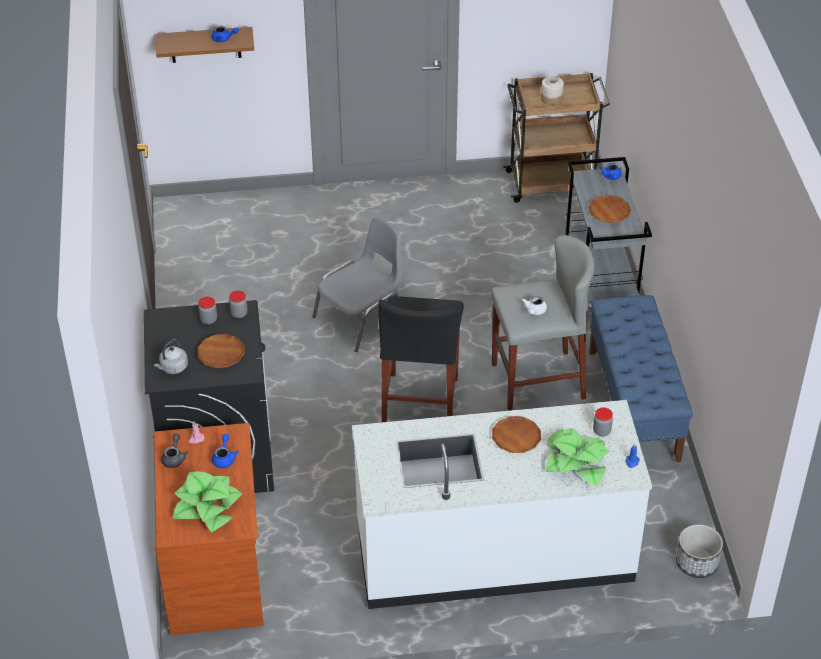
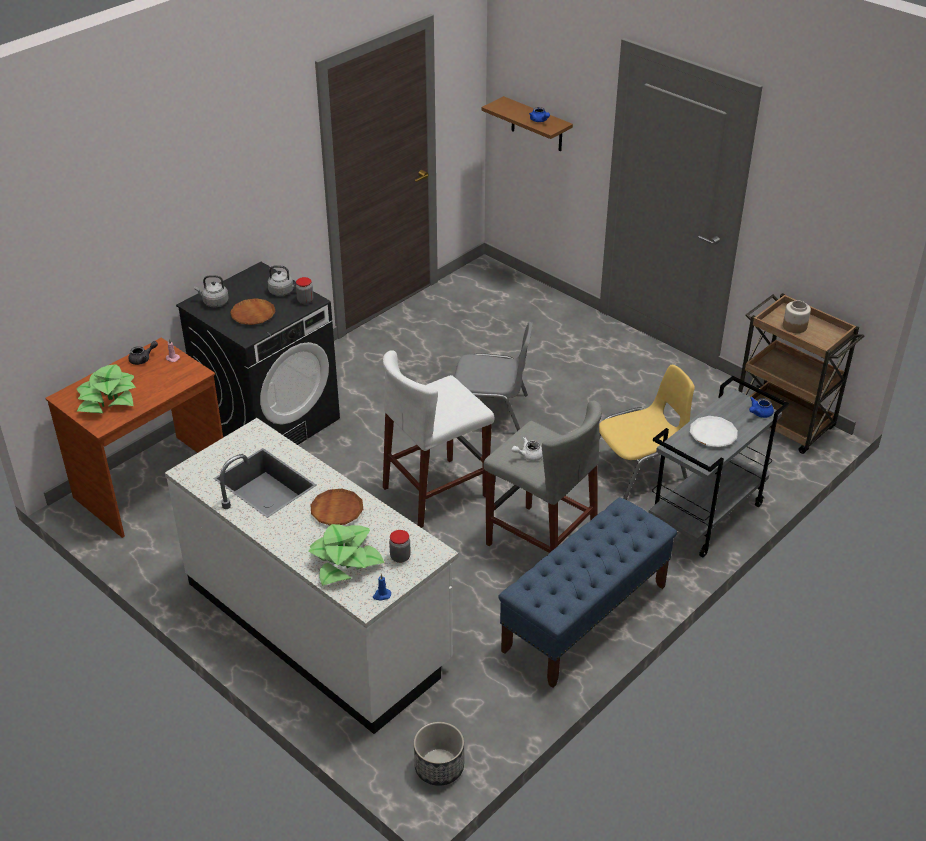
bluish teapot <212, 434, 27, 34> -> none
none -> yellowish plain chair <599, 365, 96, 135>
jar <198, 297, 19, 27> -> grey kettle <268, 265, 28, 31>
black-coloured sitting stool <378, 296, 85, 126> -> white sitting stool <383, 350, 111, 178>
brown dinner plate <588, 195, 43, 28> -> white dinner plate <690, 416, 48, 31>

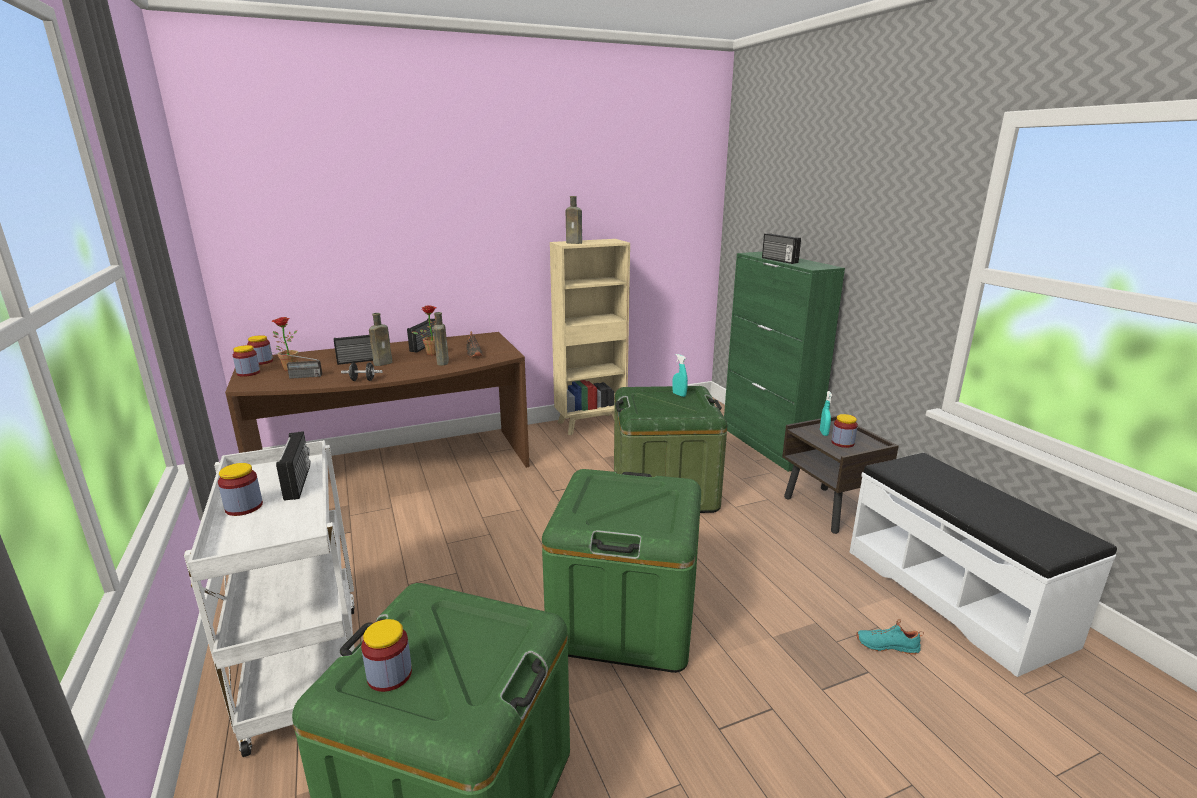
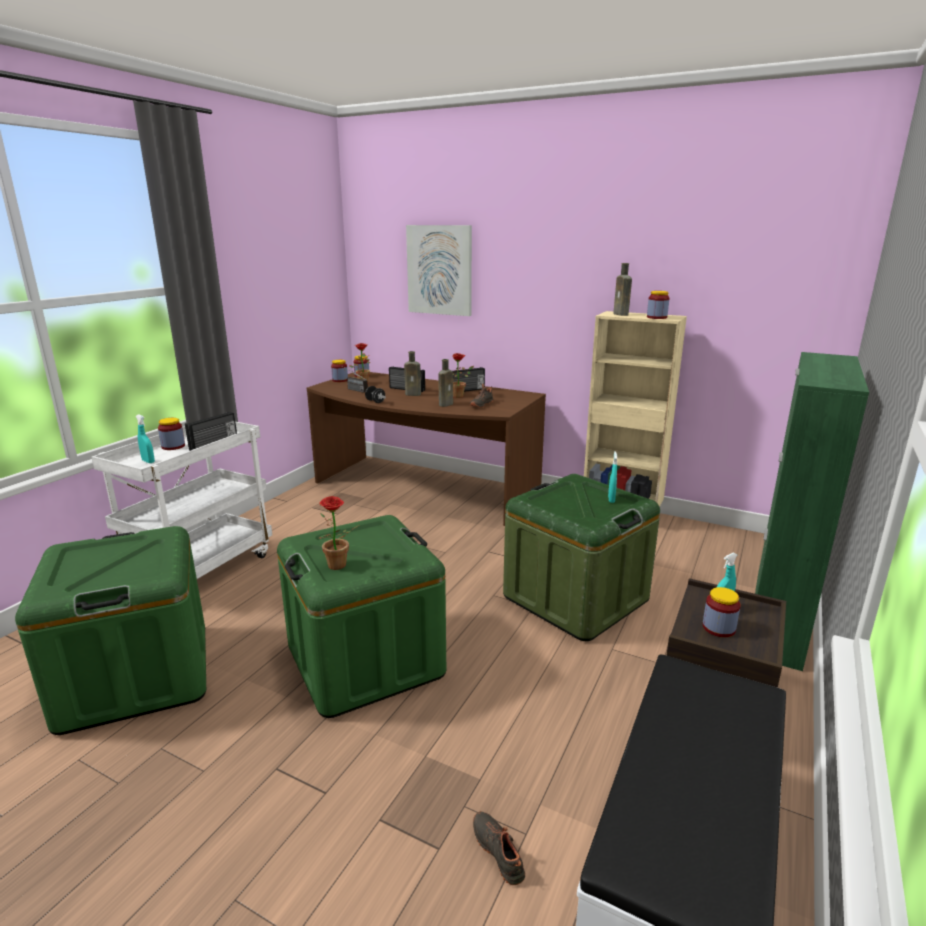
radio receiver <762, 234, 39, 30> -> none
none -> turquoise spray bottle <136, 414, 19, 49>
none -> houseplant <319, 496, 40, 74>
none -> wall art <406, 225, 66, 91>
jar <361, 619, 51, 73> -> jar <647, 291, 22, 28>, move
turquoise item of footwear <856, 619, 68, 36> -> black-coloured item of footwear <473, 811, 52, 74>

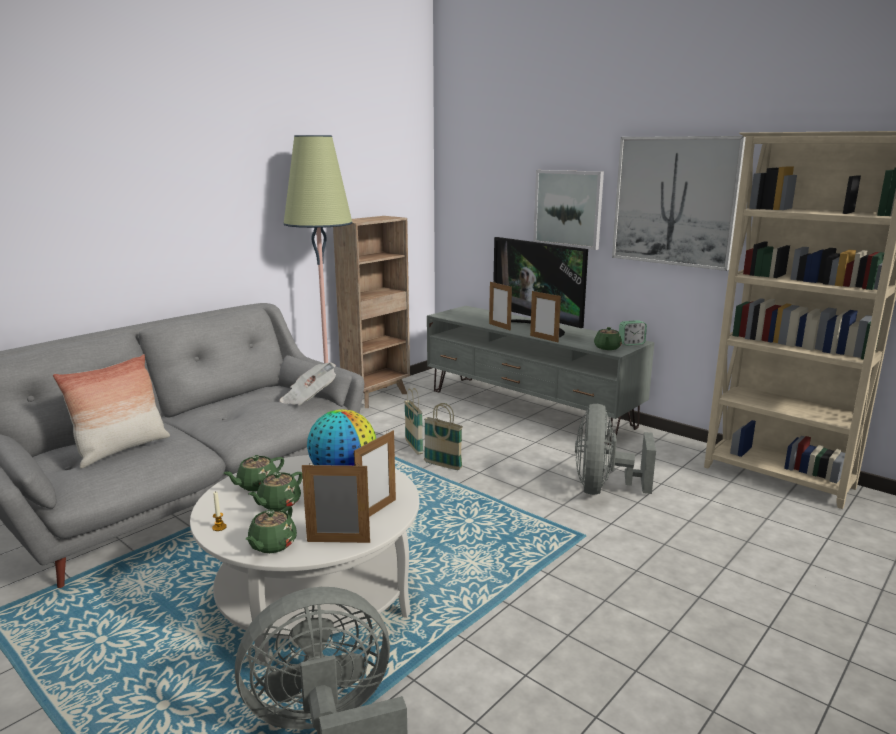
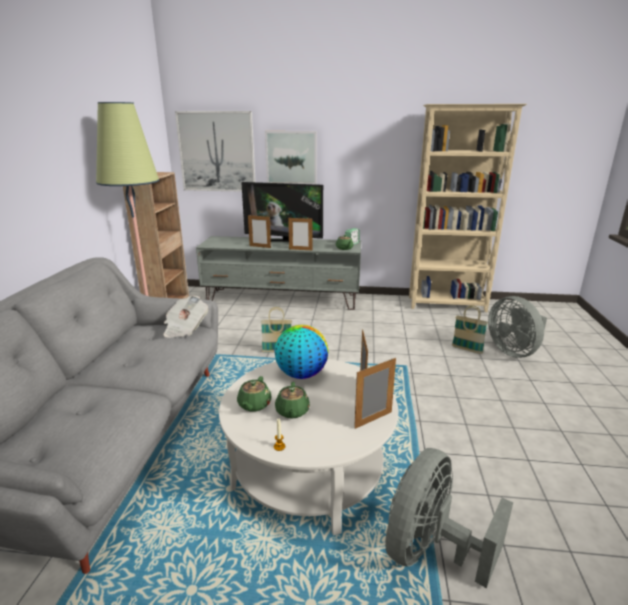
pillow <53, 354, 117, 114> -> none
green teapot <246, 506, 51, 47> -> none
storage basket <404, 388, 19, 66> -> storage basket <452, 305, 36, 49>, move
grey cooling fan <575, 404, 81, 91> -> grey cooling fan <488, 296, 59, 62>, move
wall art <612, 136, 134, 135> -> wall art <175, 111, 81, 81>, move

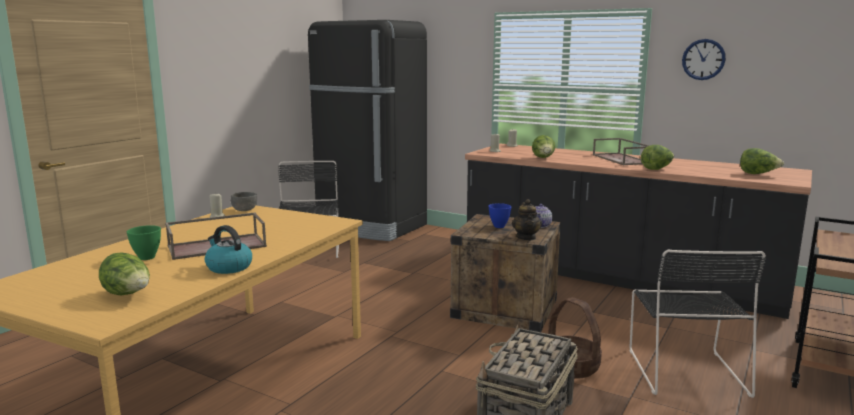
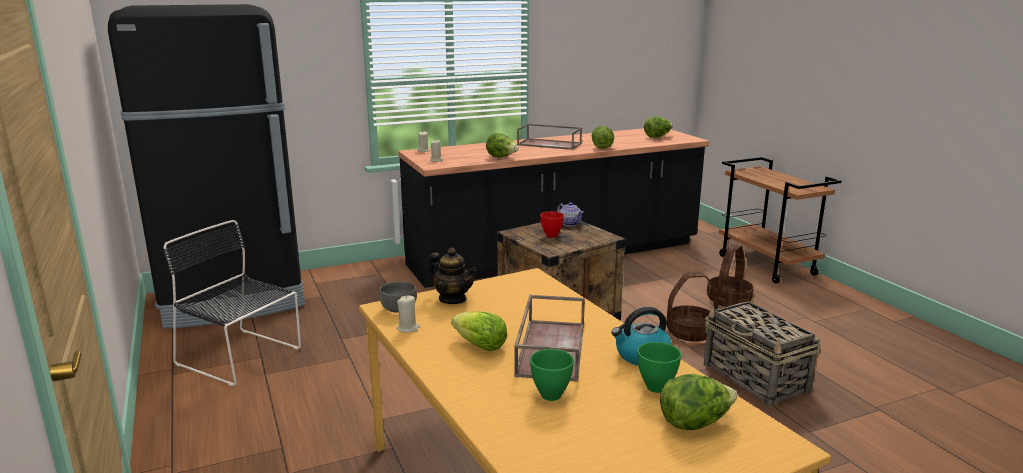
hanging clock <682, 39, 44, 41> -> none
none -> lettuce <451, 311, 56, 40>
none -> green deep dish <637, 342, 45, 51>
teapot <512, 199, 30, 41> -> teapot <428, 248, 49, 56>, move
black-coloured plain chair <630, 250, 136, 148> -> storage basket <707, 244, 47, 63>
bluish deep dish <489, 203, 22, 25> -> reddish deep dish <540, 211, 24, 27>

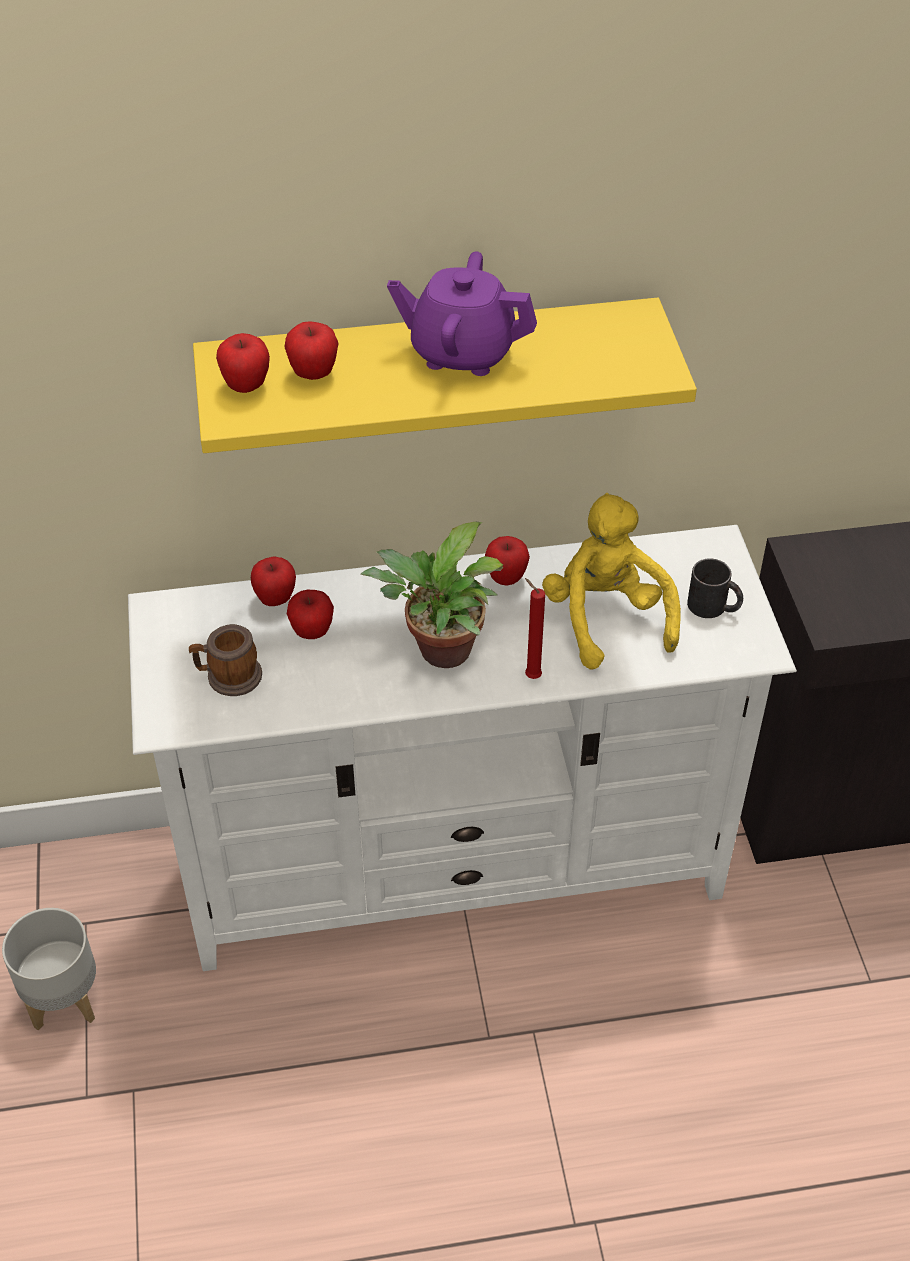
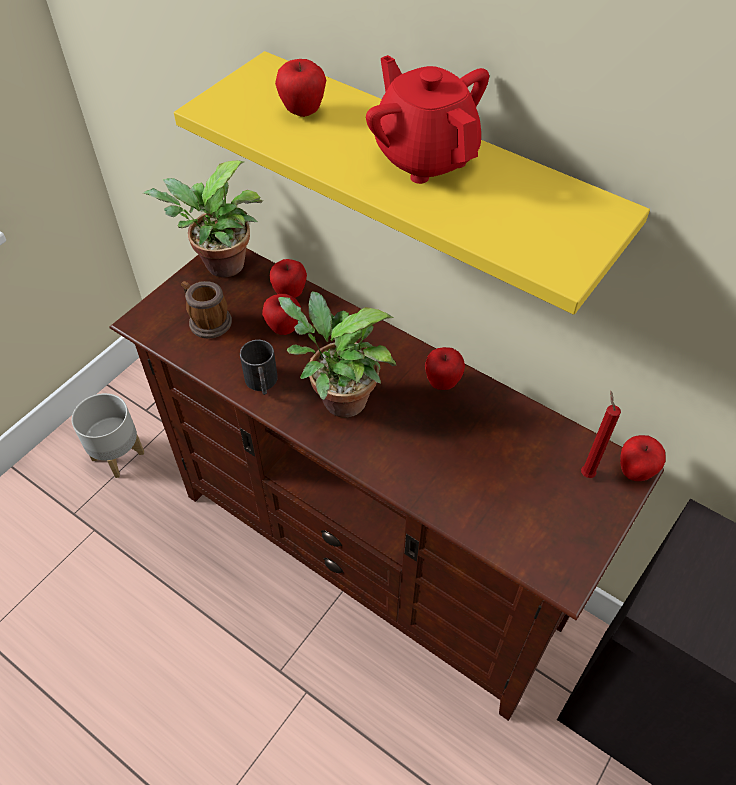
yellowish plush toy <542, 493, 139, 177> -> none
none -> houseplant <143, 160, 120, 118>
apple <216, 333, 54, 60> -> apple <620, 435, 45, 46>, move
reddish candle <525, 578, 20, 101> -> reddish candle <581, 391, 40, 87>, move
black-coloured mug <687, 558, 56, 60> -> black-coloured mug <240, 340, 38, 55>, move
white media console <128, 525, 669, 446> -> brown media console <109, 248, 555, 473>
purple teapot <387, 252, 150, 124> -> reddish teapot <366, 55, 123, 129>

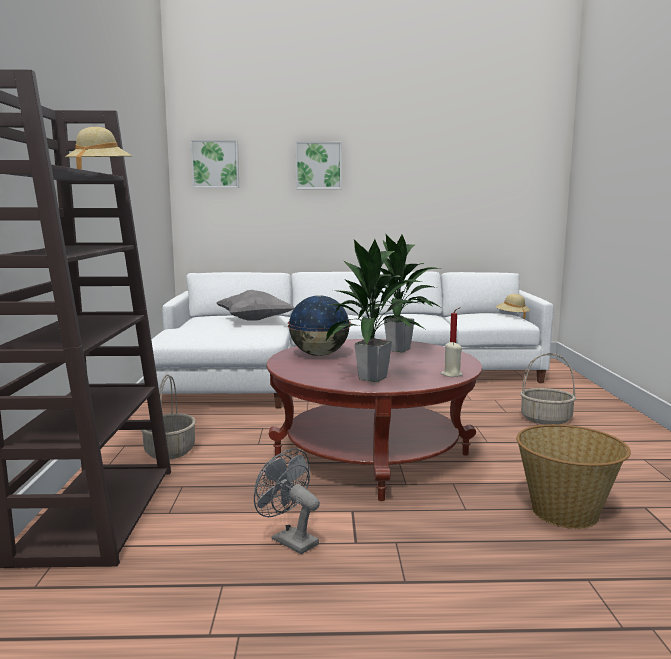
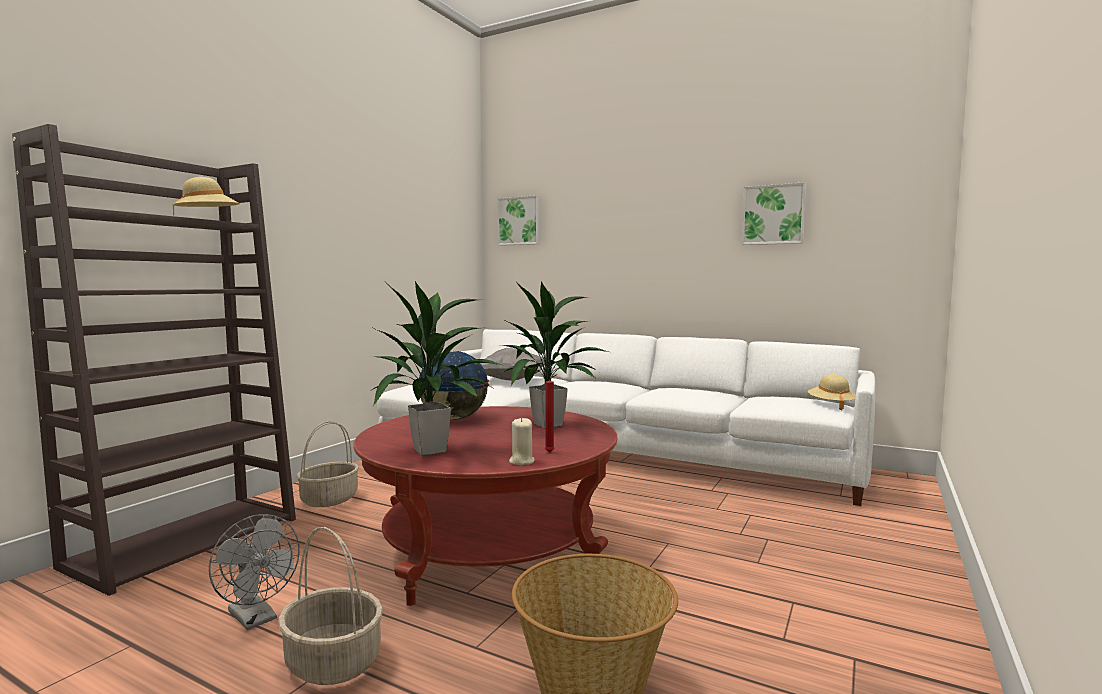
wall art <295, 141, 47, 48> -> wall art <742, 182, 64, 63>, move
storage basket <520, 353, 56, 72> -> storage basket <278, 527, 105, 158>, move
grey cooling fan <254, 449, 66, 105> -> grey cooling fan <209, 514, 91, 116>, 150 degrees clockwise

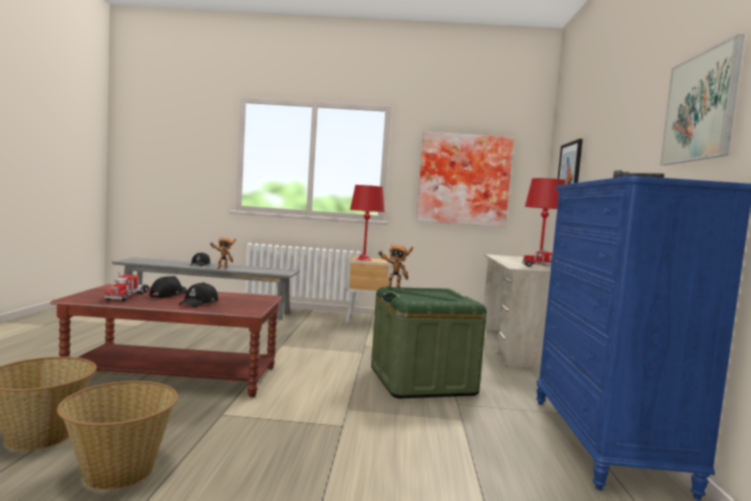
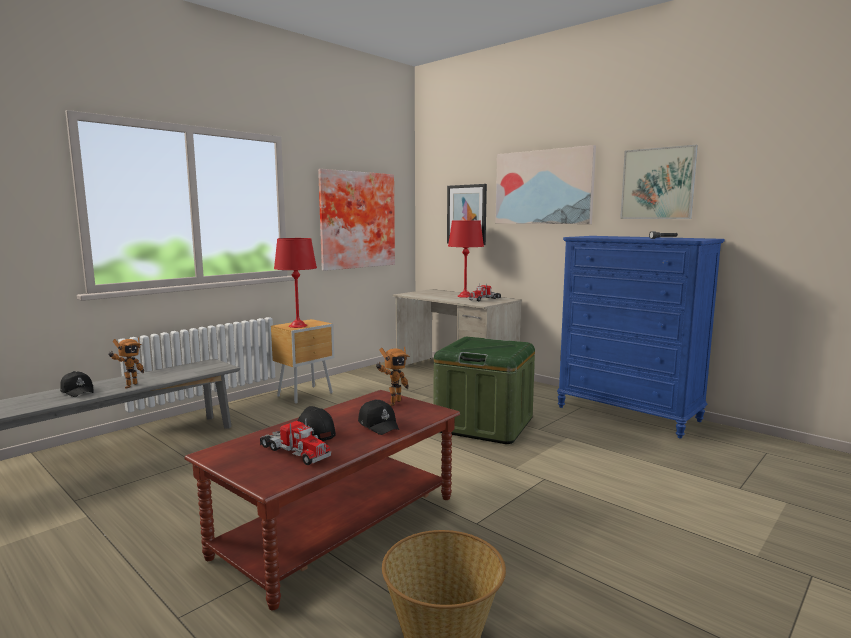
storage basket <57, 381, 121, 109> -> none
none -> wall art <495, 145, 101, 79>
model robot <379, 243, 34, 45> -> model robot <376, 347, 34, 59>, move

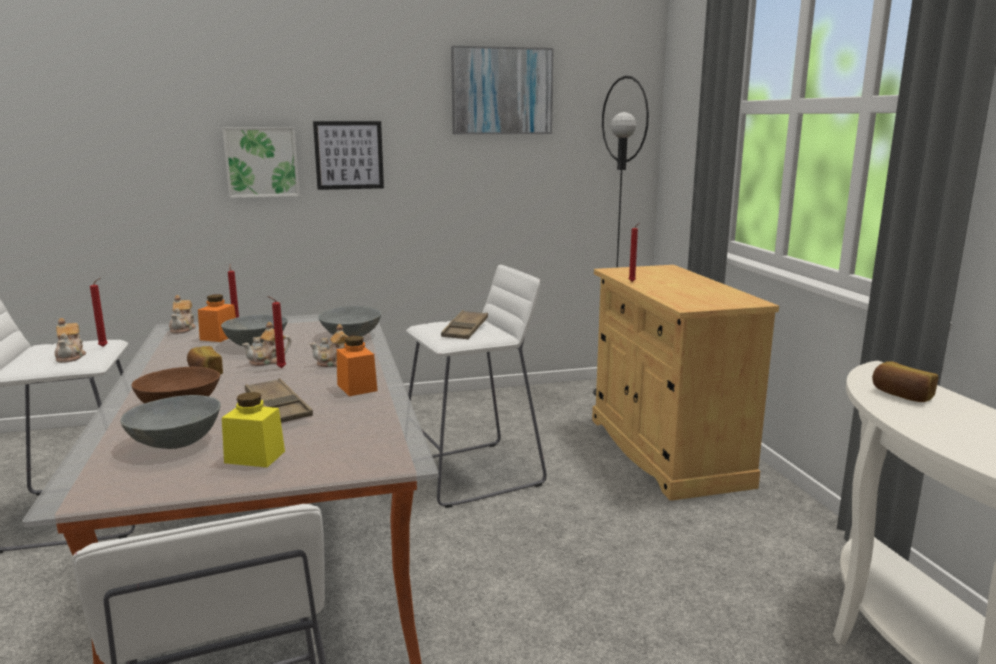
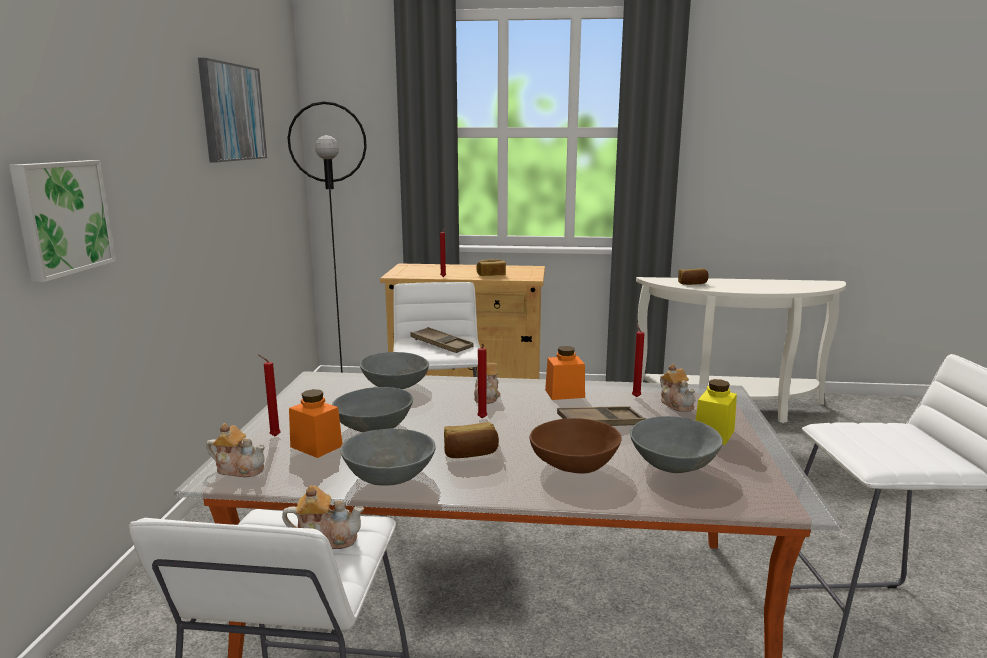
wall art <313, 121, 71, 69> -> none
none -> grey deep dish <340, 429, 95, 57>
none -> bakery bread <476, 259, 30, 17>
reddish candle <90, 278, 18, 69> -> reddish candle <632, 323, 12, 74>, move
teapot <242, 322, 49, 44> -> teapot <660, 364, 35, 48>, move

